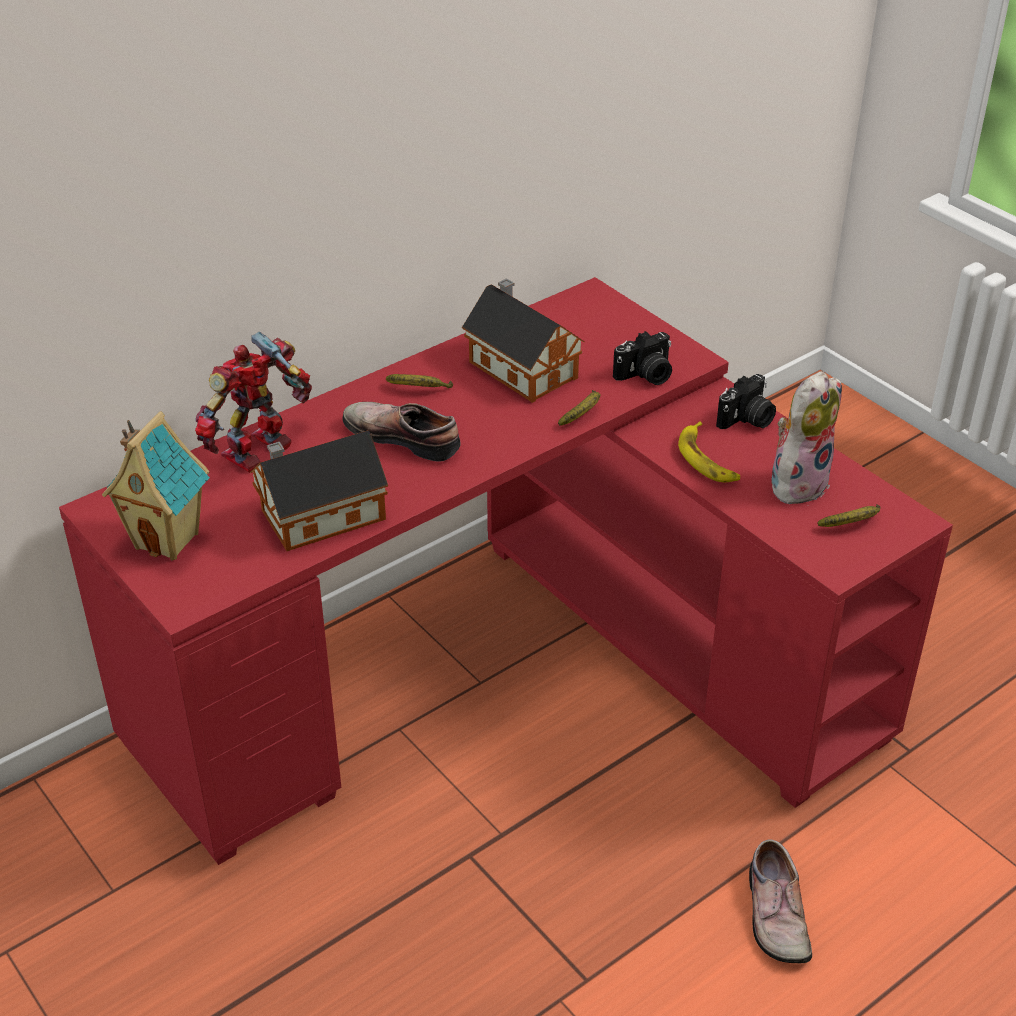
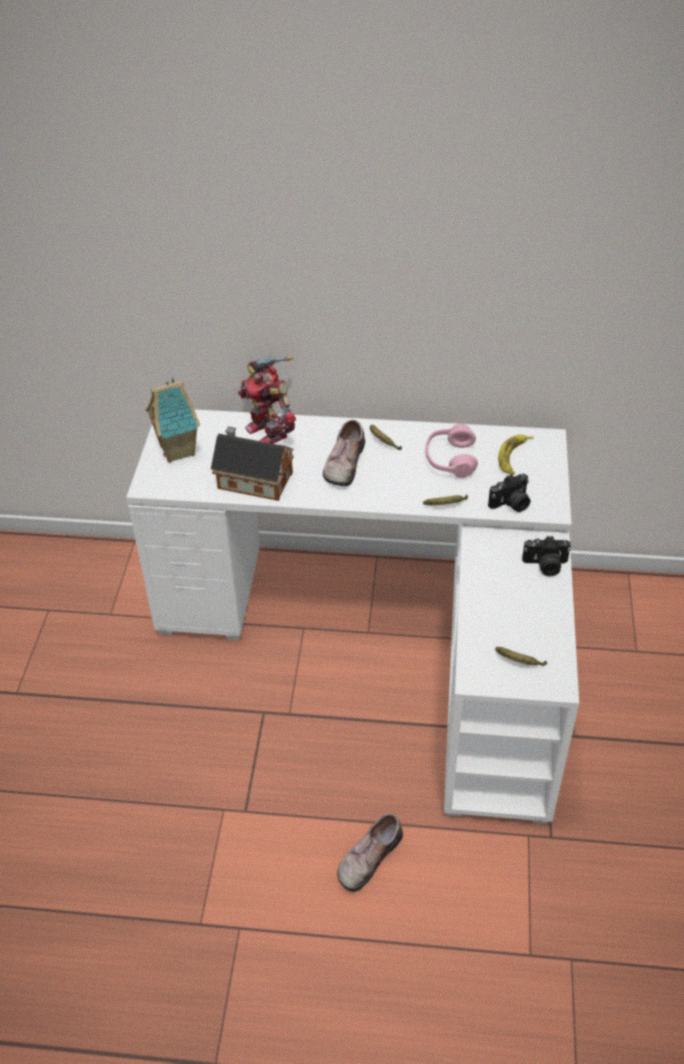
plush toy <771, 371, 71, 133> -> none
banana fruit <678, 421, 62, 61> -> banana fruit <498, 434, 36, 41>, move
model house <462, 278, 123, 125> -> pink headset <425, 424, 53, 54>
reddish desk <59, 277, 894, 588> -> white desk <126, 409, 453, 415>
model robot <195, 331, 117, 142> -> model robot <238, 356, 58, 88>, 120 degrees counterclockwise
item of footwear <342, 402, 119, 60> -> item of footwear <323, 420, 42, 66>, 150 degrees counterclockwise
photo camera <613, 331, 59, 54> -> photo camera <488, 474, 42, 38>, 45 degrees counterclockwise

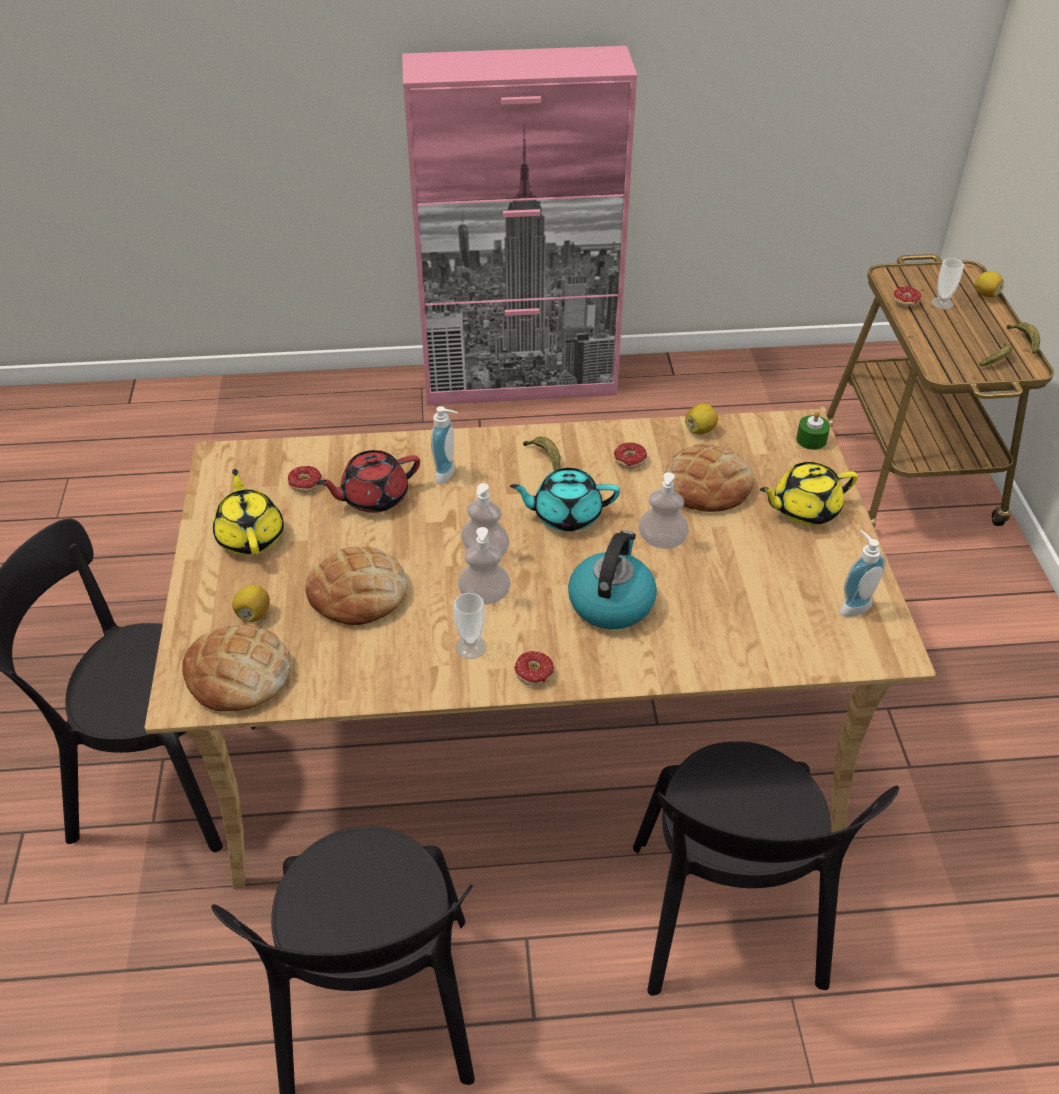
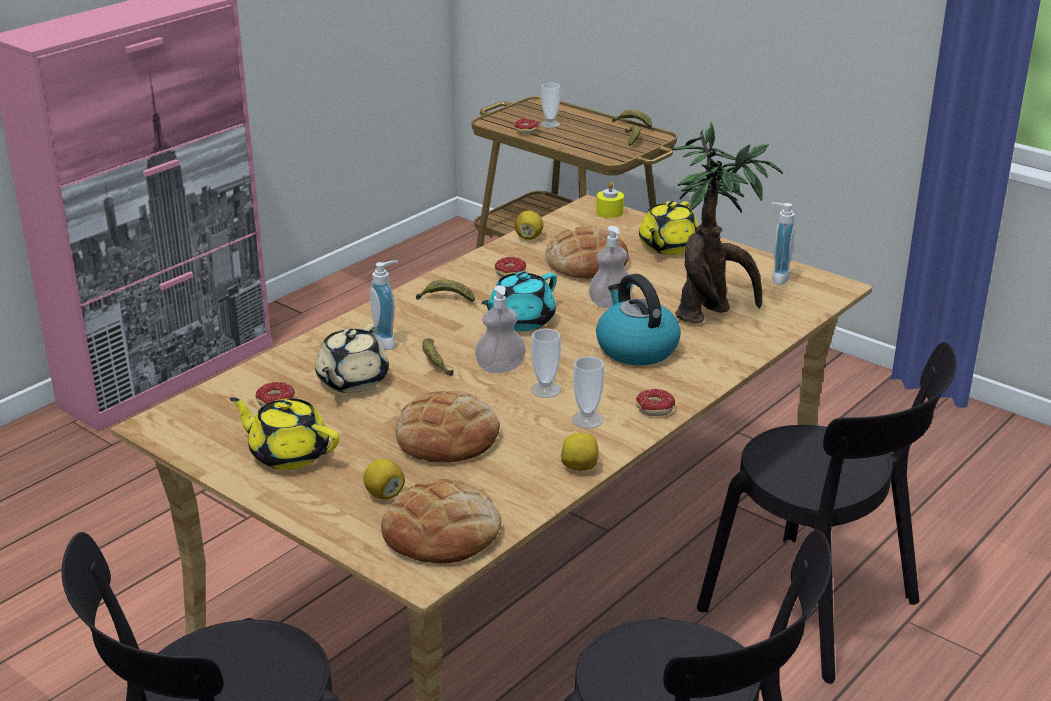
none -> banana fruit <422, 338, 32, 38>
none -> houseplant <672, 122, 111, 201>
citrus fruit <975, 271, 29, 26> -> citrus fruit <560, 433, 39, 38>, move
soap bottle <458, 527, 53, 78> -> drinking cup <531, 328, 30, 70>
reddish teapot <317, 450, 103, 63> -> beige-coloured teapot <315, 324, 74, 69>
green candle <796, 411, 34, 39> -> yellowish candle <596, 182, 28, 36>

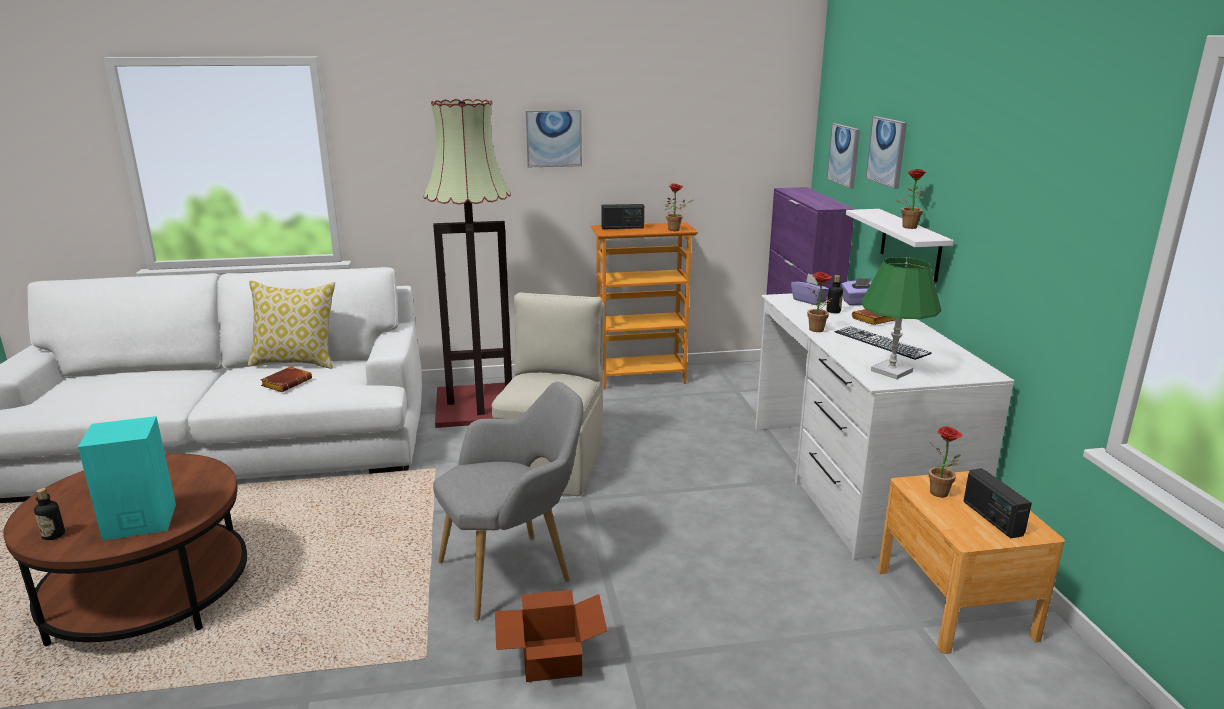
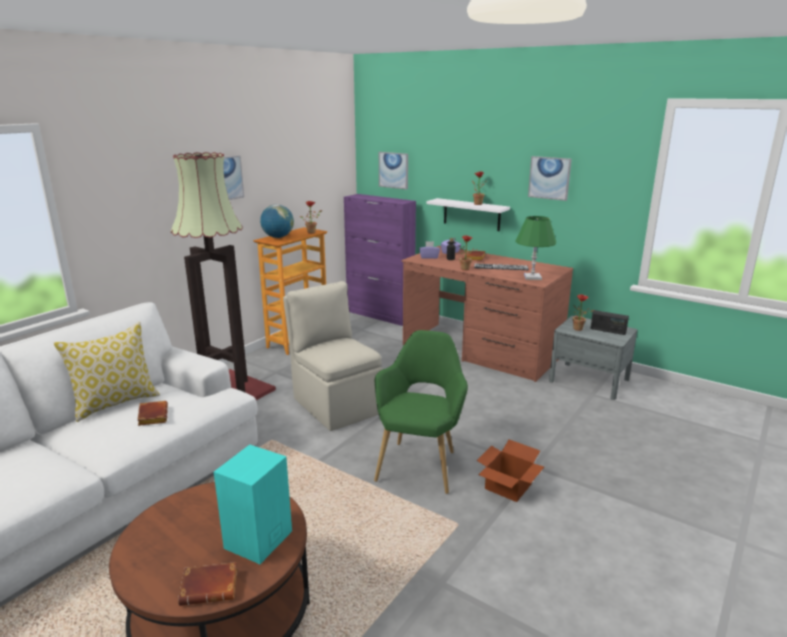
wall art <866, 116, 41, 73> -> wall art <528, 156, 44, 45>, move
drink bottle <34, 488, 31, 52> -> brown volume <178, 562, 59, 44>
radio receiver <601, 204, 43, 25> -> desk globe <260, 204, 34, 34>
grey easy chair <433, 382, 150, 238> -> green easy chair <374, 330, 94, 164>
white desk <755, 293, 259, 267> -> brown desk <401, 246, 172, 136>
brown nightstand <878, 471, 187, 183> -> grey nightstand <549, 316, 88, 84>

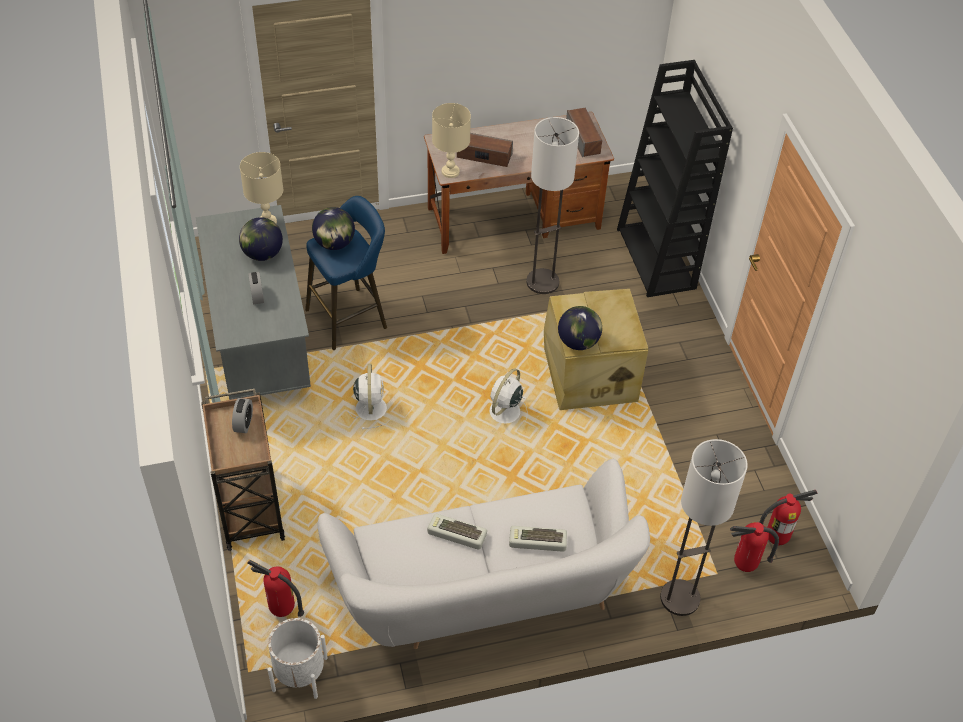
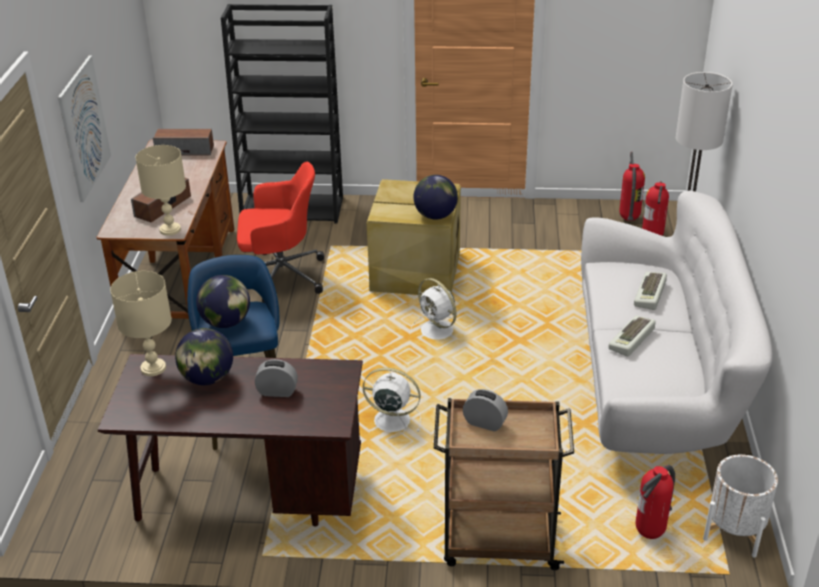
none -> wall art <58, 56, 53, 146>
standard lamp <526, 117, 53, 177> -> reddish desk chair <237, 162, 87, 141>
grey desk <196, 205, 115, 195> -> brown desk <98, 354, 265, 173>

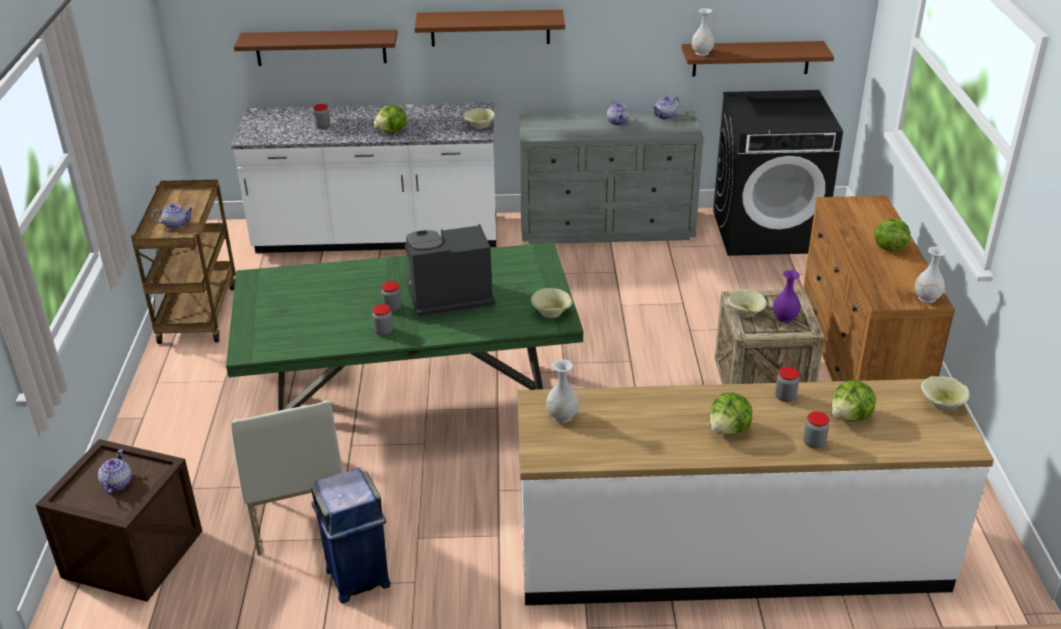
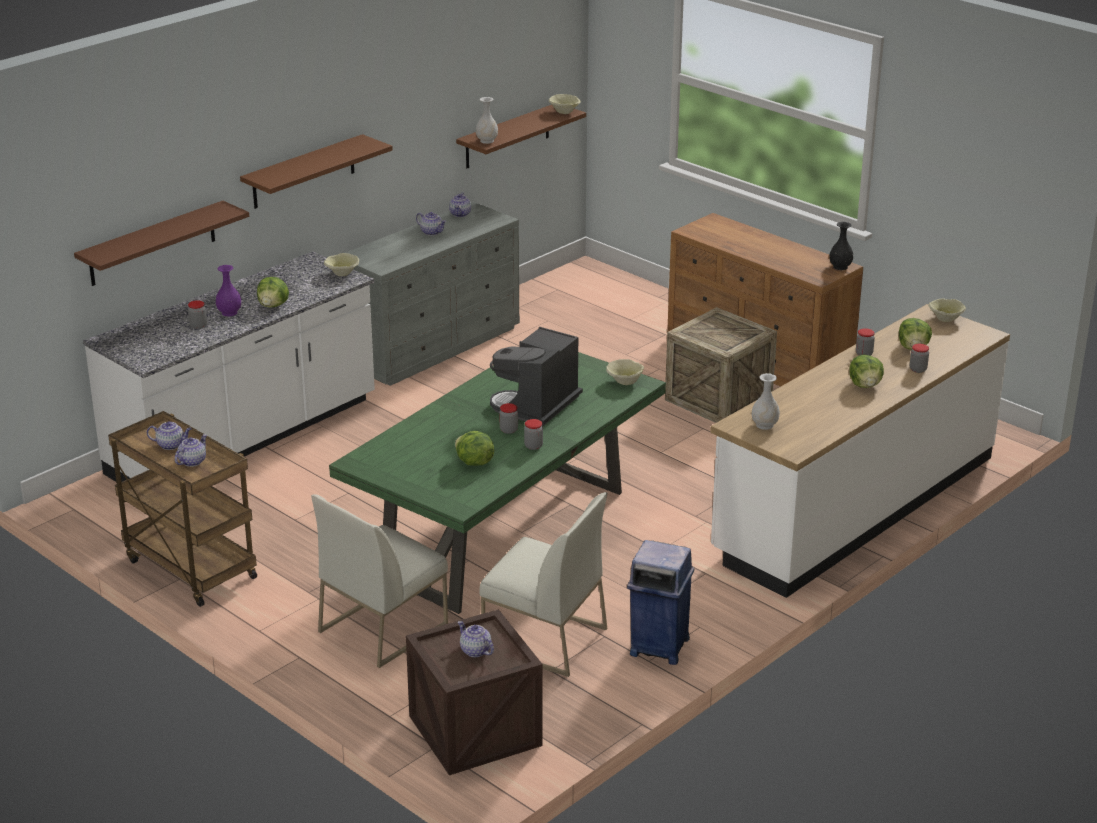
black-coloured laundry machine <713, 90, 130, 166> -> none
none -> teapot <147, 421, 45, 29>
none -> white plain chair <311, 494, 137, 174>
beige-coloured deep dish <728, 289, 39, 29> -> beige-coloured deep dish <549, 94, 32, 20>, move
purple vase <773, 270, 27, 53> -> purple vase <216, 265, 25, 51>, move
lettuce <875, 219, 35, 33> -> lettuce <455, 431, 39, 35>, move
white vase <915, 247, 32, 56> -> black-coloured vase <829, 222, 24, 48>

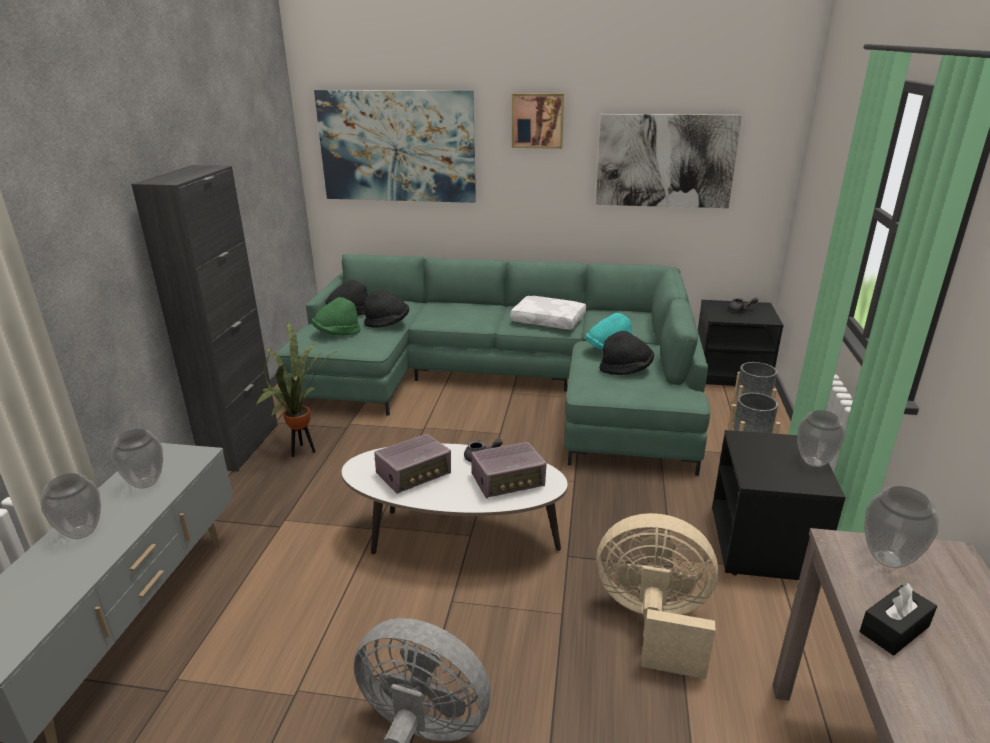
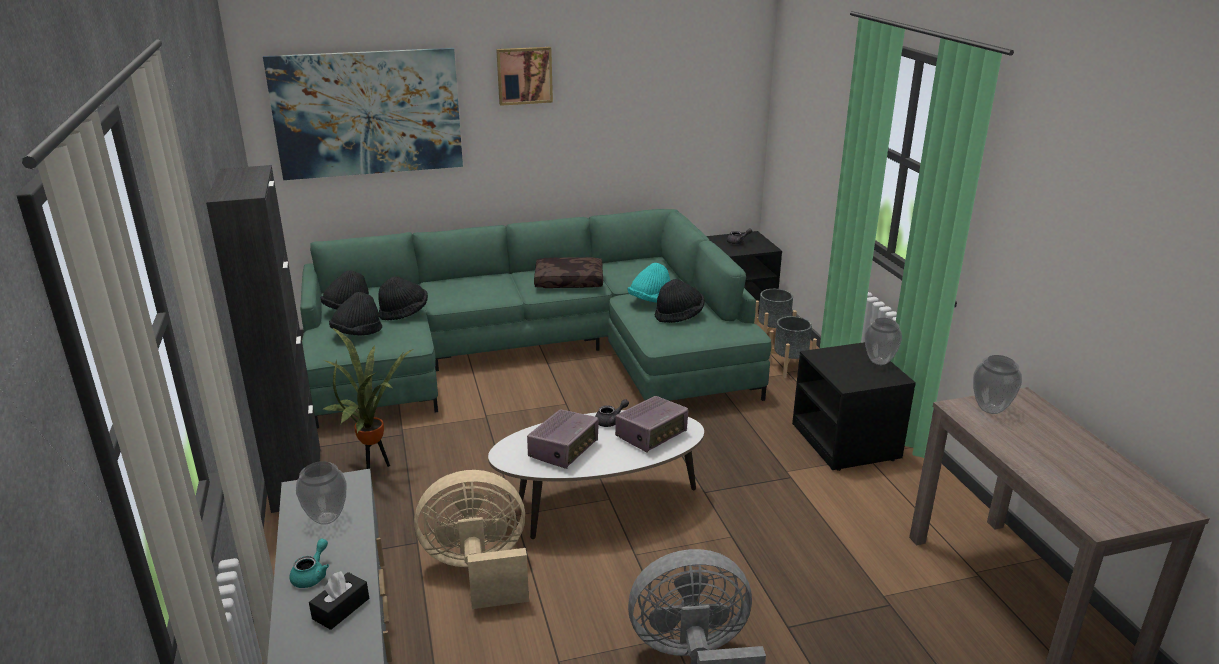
wall art <596, 114, 146, 94> -> none
beige-coloured cooling fan <596, 513, 123, 166> -> beige-coloured cooling fan <414, 470, 115, 139>, move
black-coloured box of tissues <859, 583, 78, 72> -> black-coloured box of tissues <309, 571, 60, 59>, move
vase <41, 473, 60, 66> -> turquoise teapot <289, 539, 40, 49>
green hat <312, 297, 49, 39> -> black-coloured hat <329, 292, 53, 44>
white pillow <510, 296, 76, 33> -> brown pillow <534, 257, 69, 31>

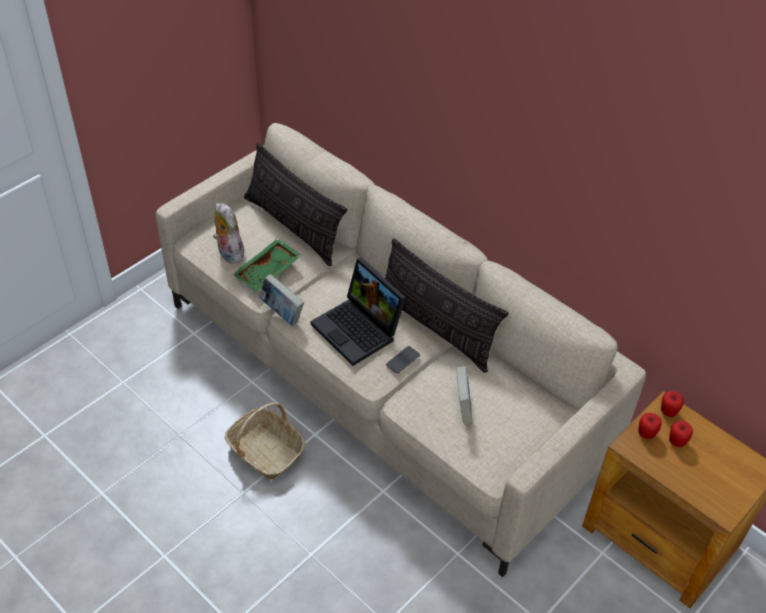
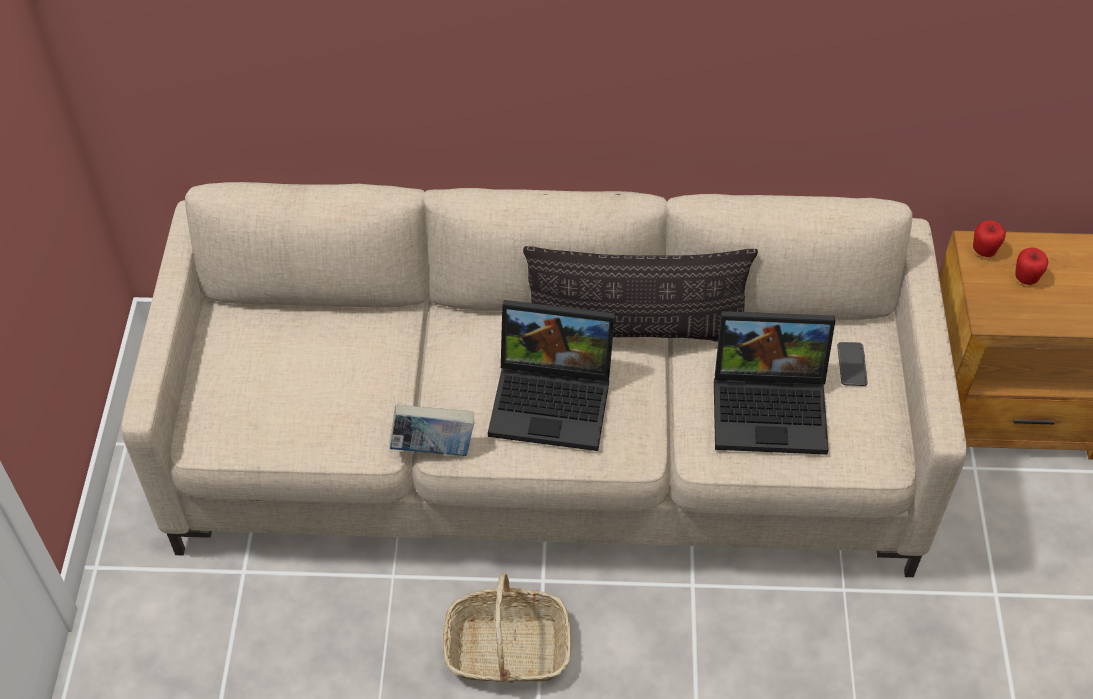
plush toy <213, 203, 31, 60> -> none
green carrying tray <233, 238, 69, 54> -> none
pillow <244, 143, 103, 123> -> none
apple <638, 413, 24, 26> -> none
phone <386, 346, 34, 27> -> phone <837, 342, 31, 44>, move
volume <456, 366, 17, 59> -> laptop <714, 311, 121, 144>

